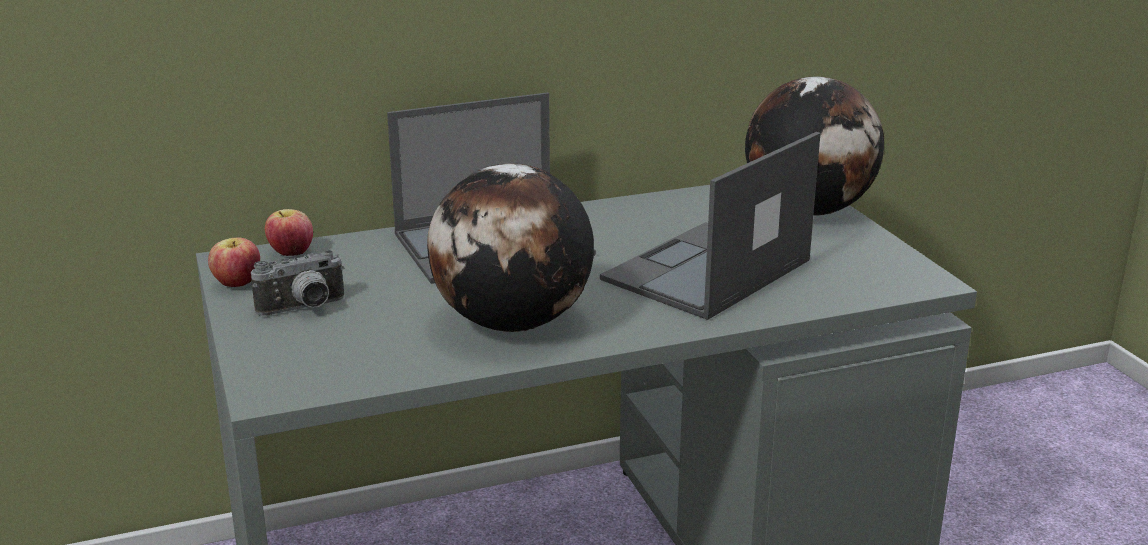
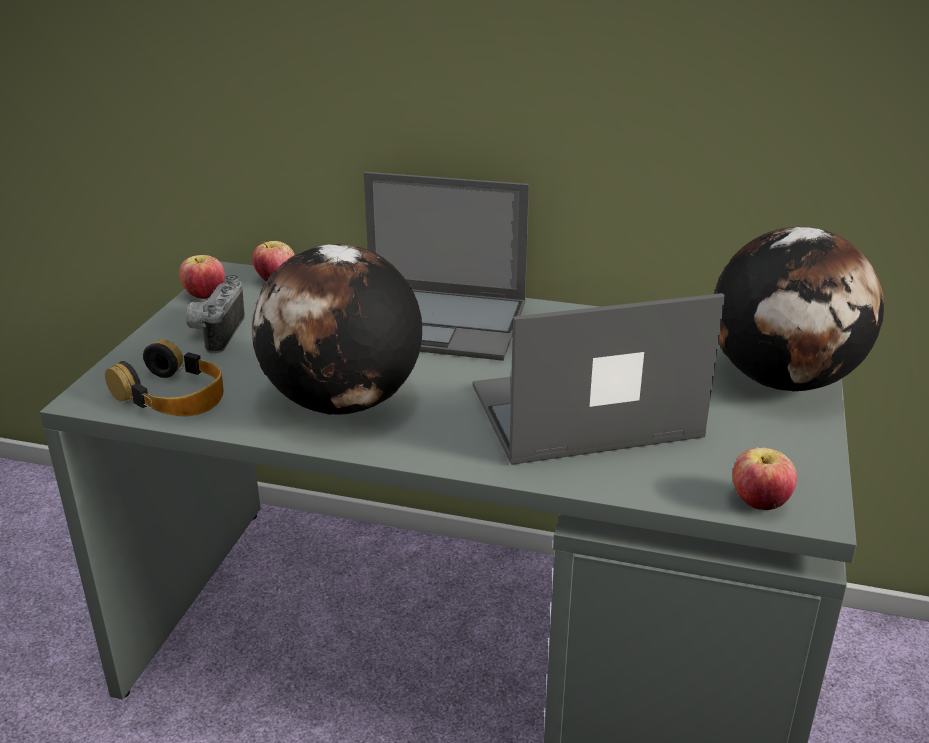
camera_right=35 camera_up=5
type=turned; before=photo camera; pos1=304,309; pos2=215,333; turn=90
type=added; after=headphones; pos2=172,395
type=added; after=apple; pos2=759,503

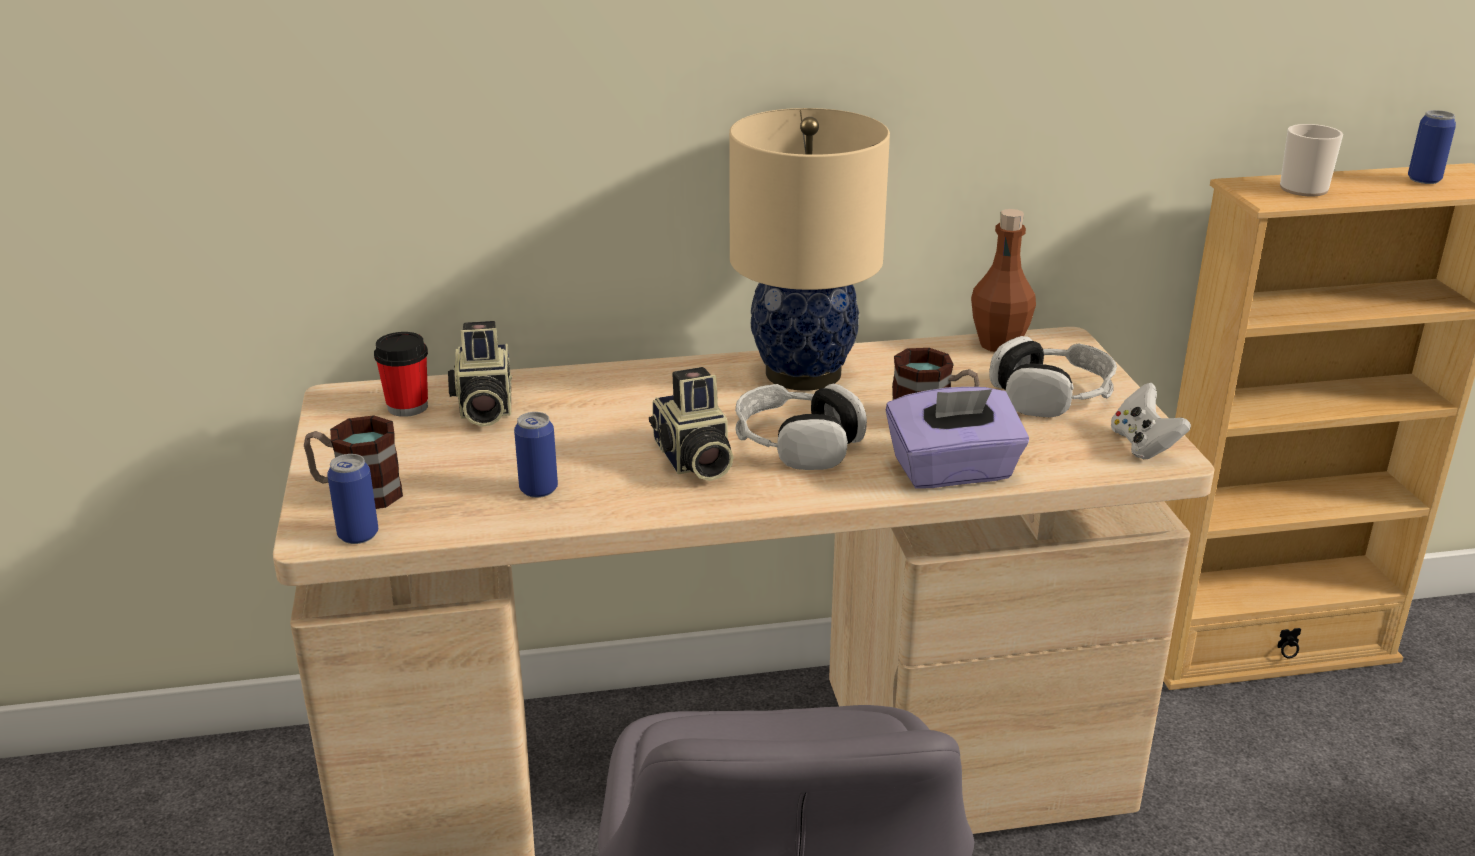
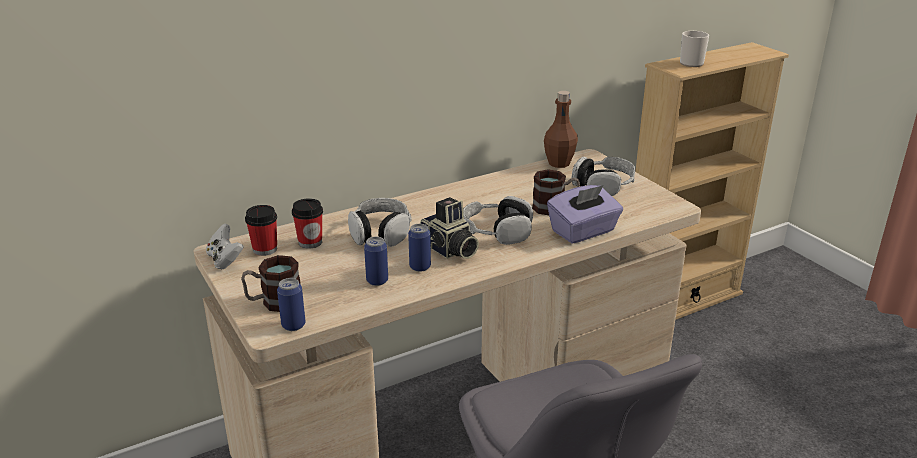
camera_right=-20 camera_up=0
type=replaced; before=photo camera; after=cup; pos1=483,408; pos2=310,242
type=removed; before=beige table lamp; pos1=803,373
type=moved; before=white game controller; pos1=1143,445; pos2=225,260
type=moved; before=can; pos1=1424,180; pos2=420,267
type=added; after=headphones; pos2=380,233

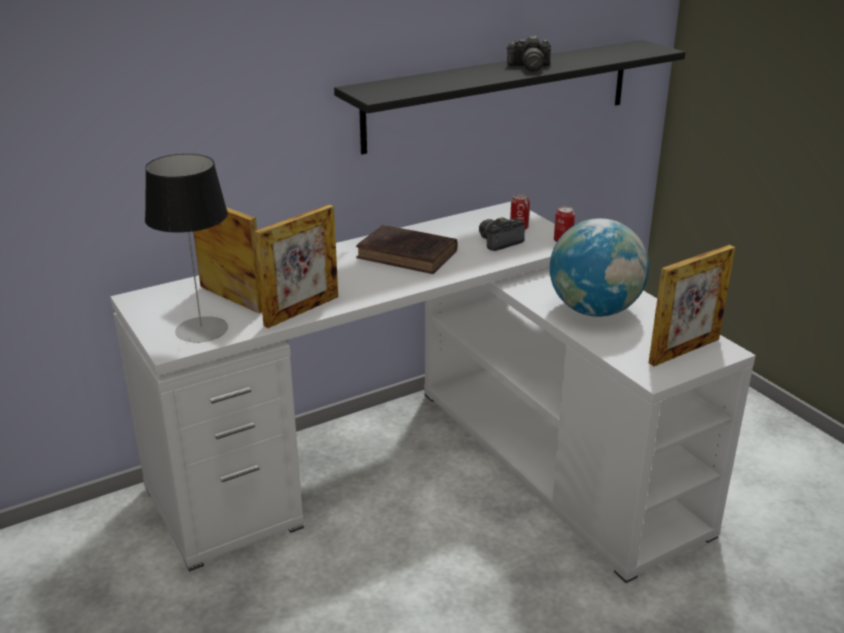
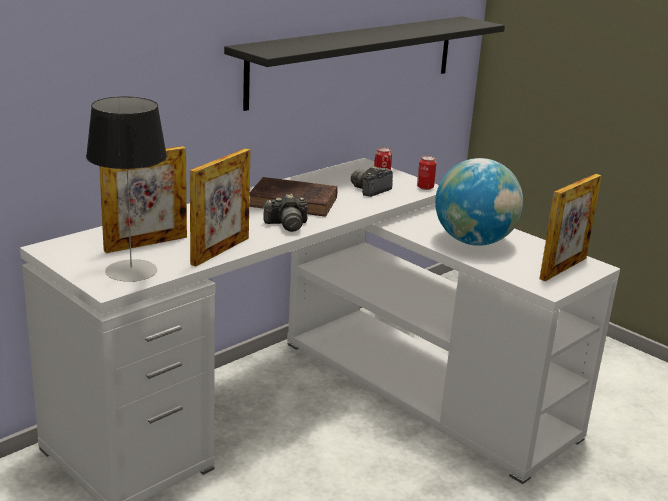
camera_right=-15 camera_up=-5
type=turned; before=picture frame; pos1=231,298; pos2=146,243; turn=120
type=moved; before=photo camera; pos1=529,67; pos2=287,225

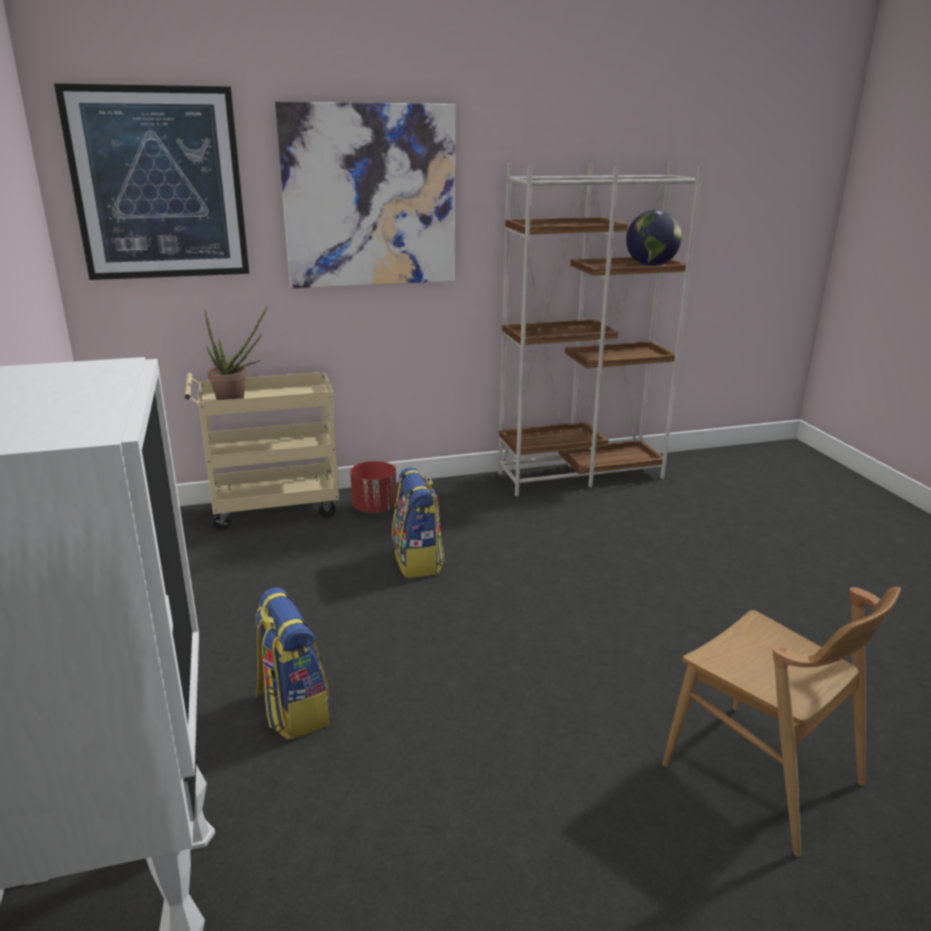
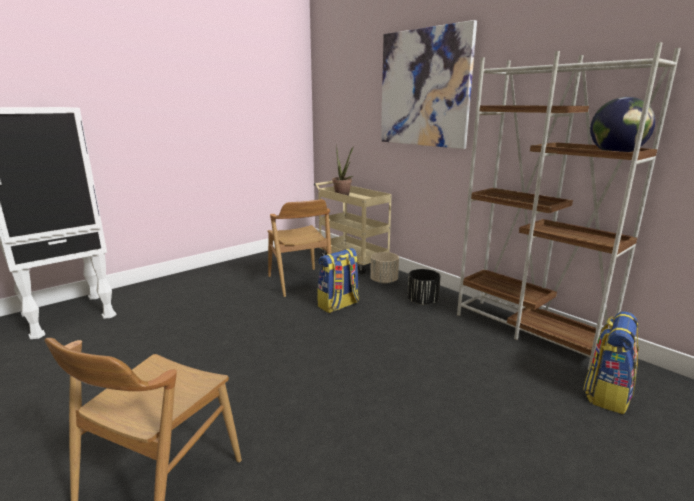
camera_right=65 camera_up=-5
type=removed; before=picture; pos1=158,184
type=moved; before=backpack; pos1=292,709; pos2=607,393
type=recoloured; before=red planter; after=beige planter; pos1=375,508; pos2=384,281
type=added; after=brown chair; pos2=299,282
type=added; after=black planter; pos2=422,302

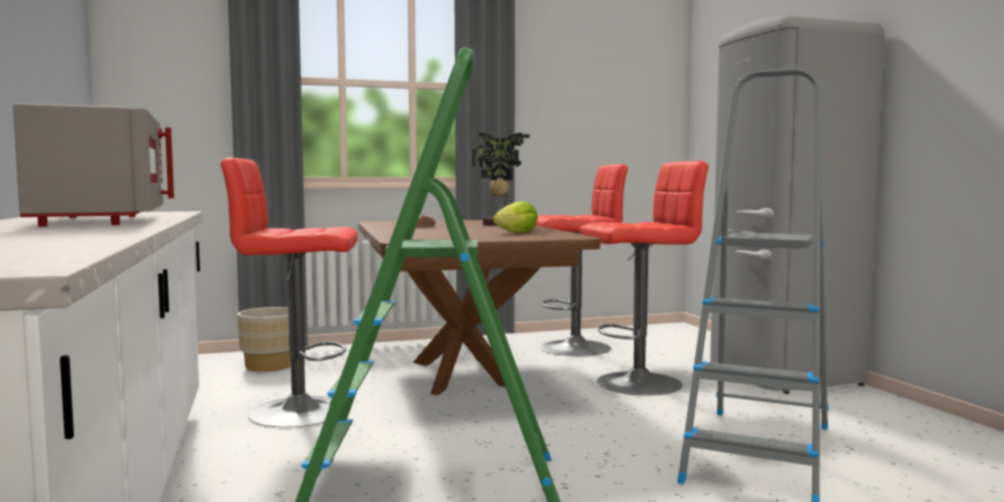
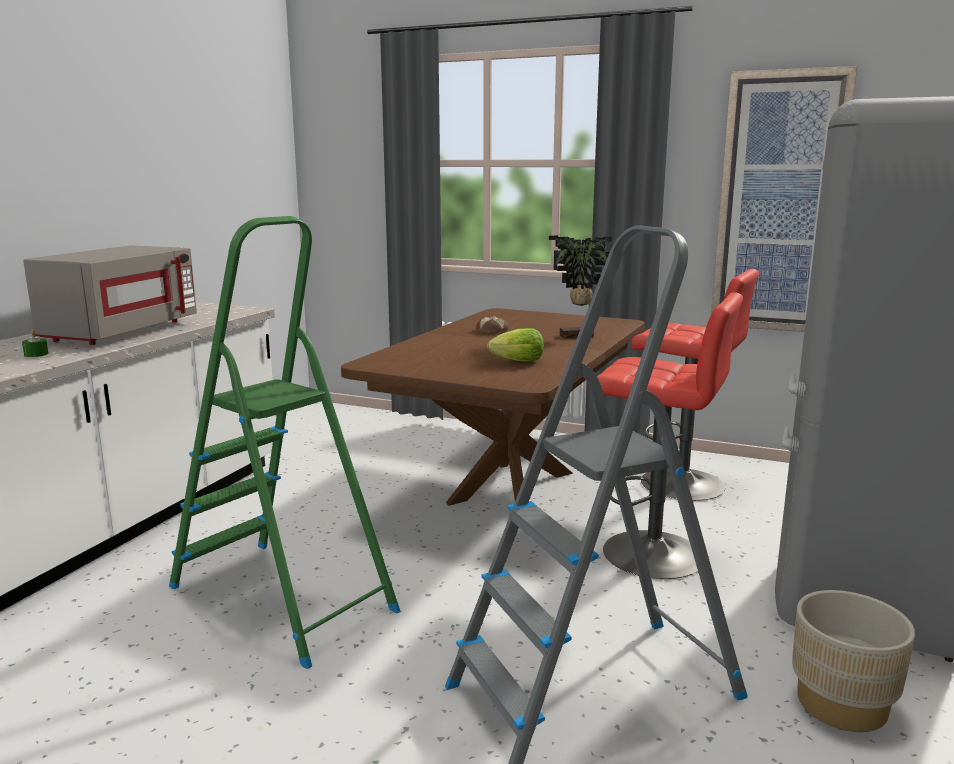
camera_right=40 camera_up=10
type=removed; before=red stool; pos1=298,411
type=moved; before=beige planter; pos1=269,366; pos2=841,704
type=added; after=green candle; pos2=36,354
type=added; after=picture; pos2=778,204

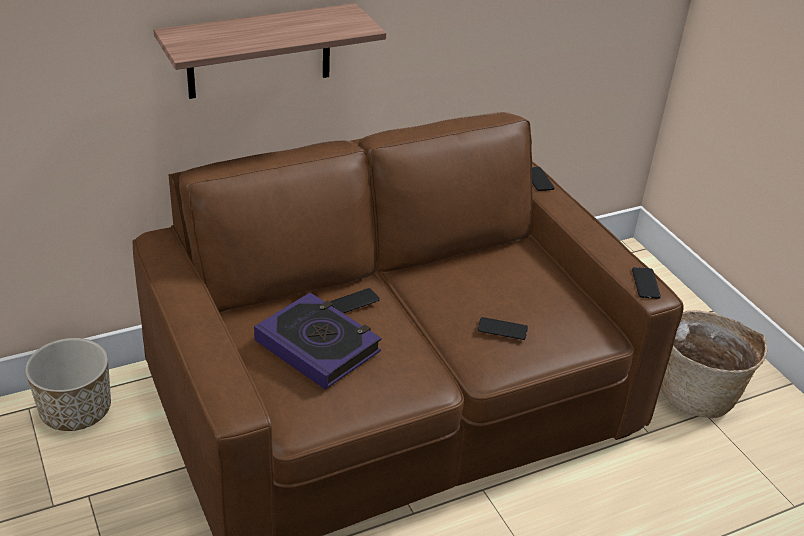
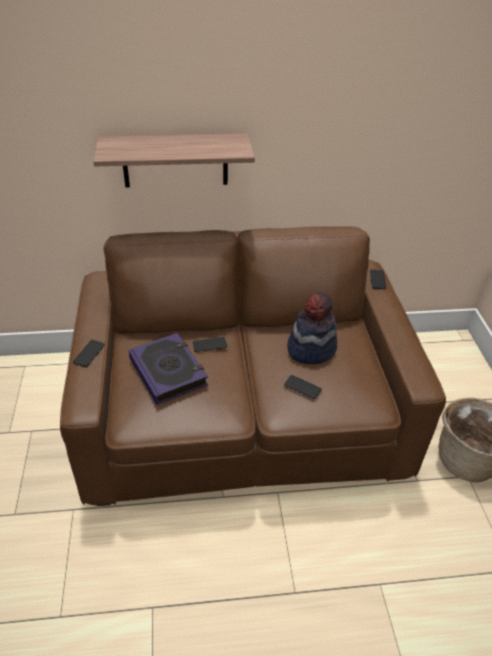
camera_right=20 camera_up=5
type=removed; before=planter; pos1=76,411
type=moved; before=phone; pos1=645,283; pos2=89,353
type=added; after=hat; pos2=311,348

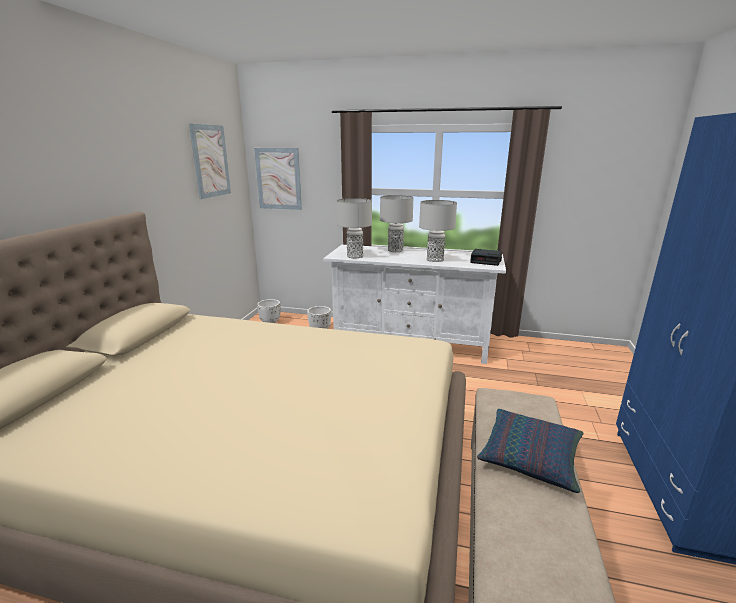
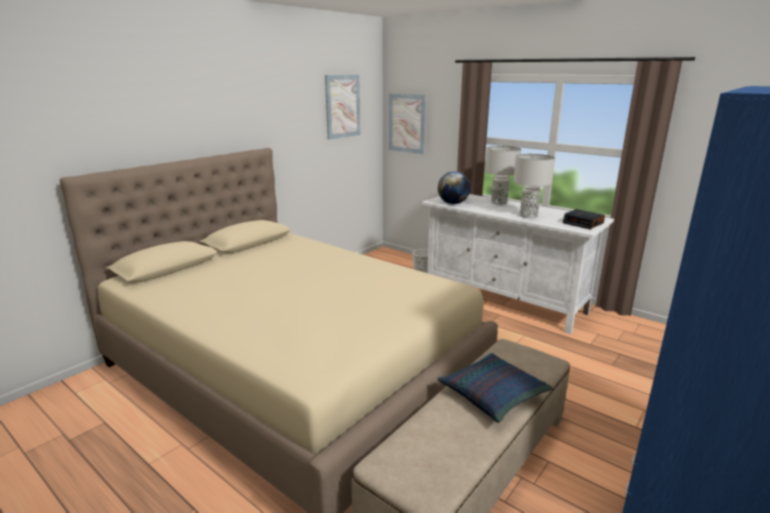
camera_right=25 camera_up=0
type=removed; before=white planter; pos1=270,322
type=replaced; before=white table lamp; after=globe; pos1=355,256; pos2=453,203

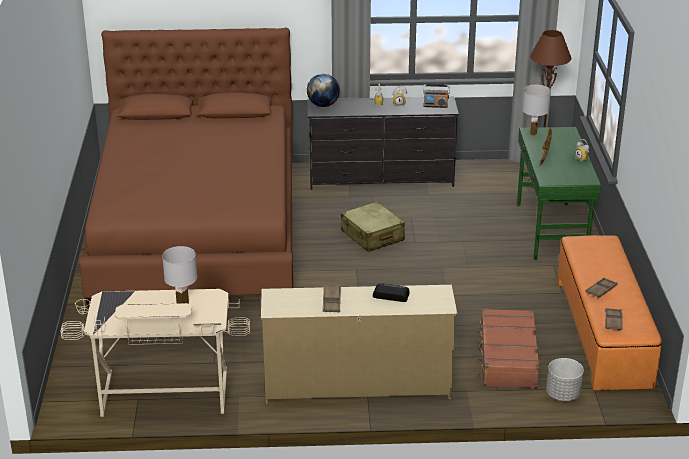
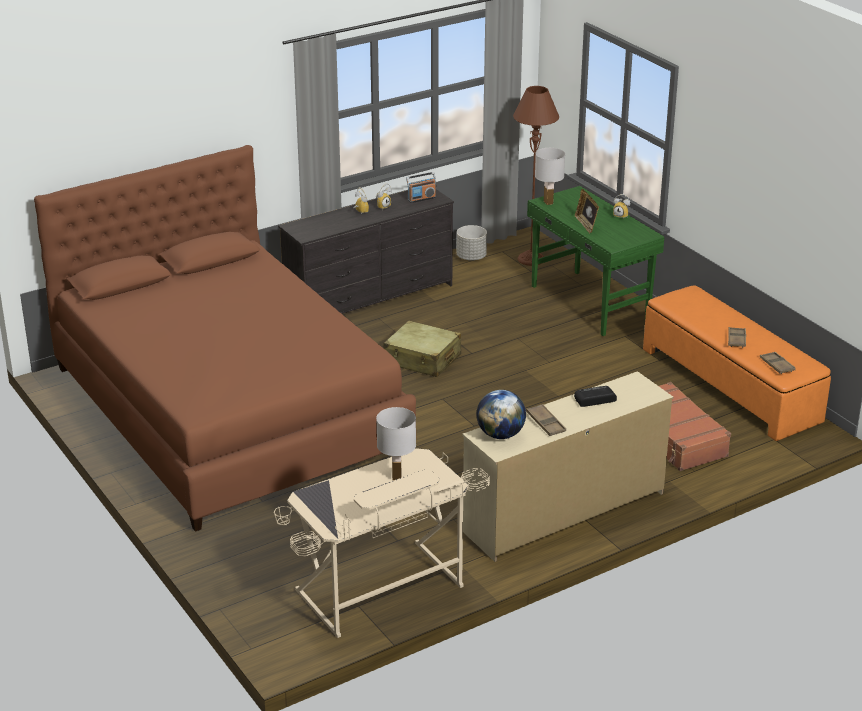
camera_right=-30 camera_up=0
type=moved; before=globe; pos1=323,105; pos2=500,434
type=moved; before=grey planter; pos1=563,394; pos2=471,257

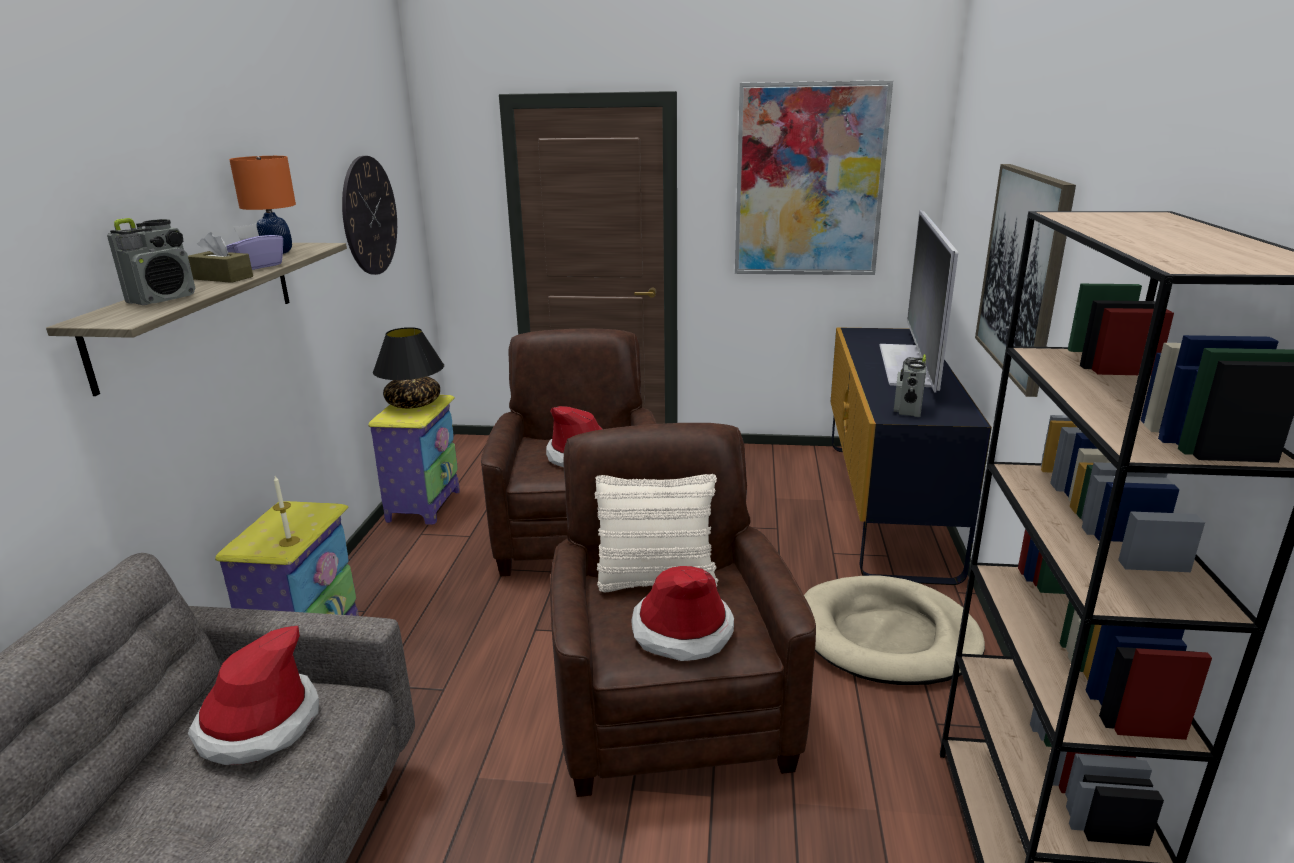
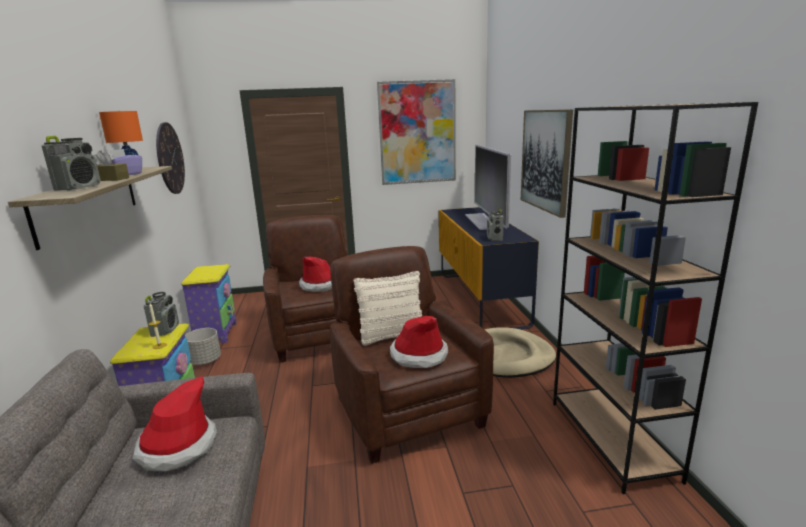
camera_right=-15 camera_up=-5
type=removed; before=black table lamp; pos1=413,403
type=added; after=radio; pos2=165,330
type=added; after=grey planter; pos2=205,360

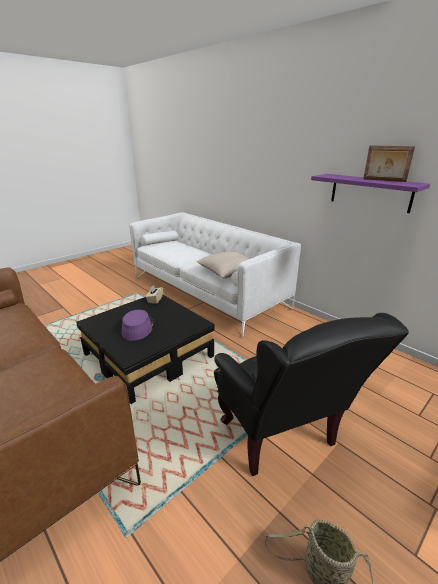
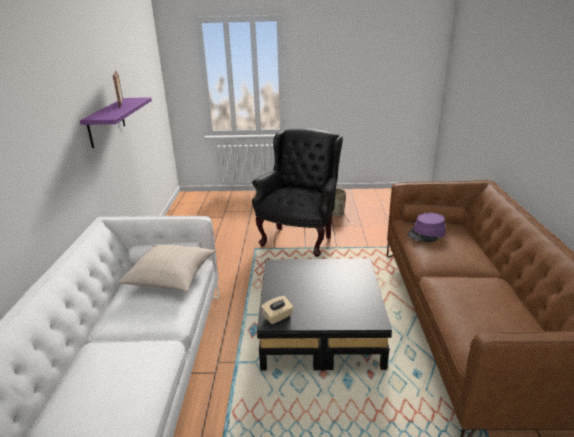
camera_right=-135 camera_up=0
type=moved; before=purple hat; pos1=137,328; pos2=426,233

